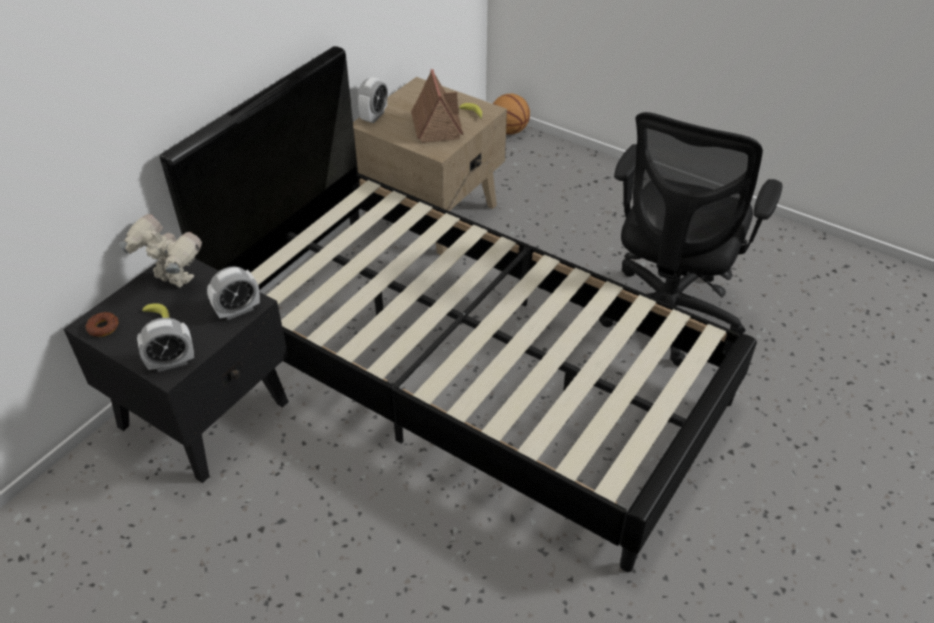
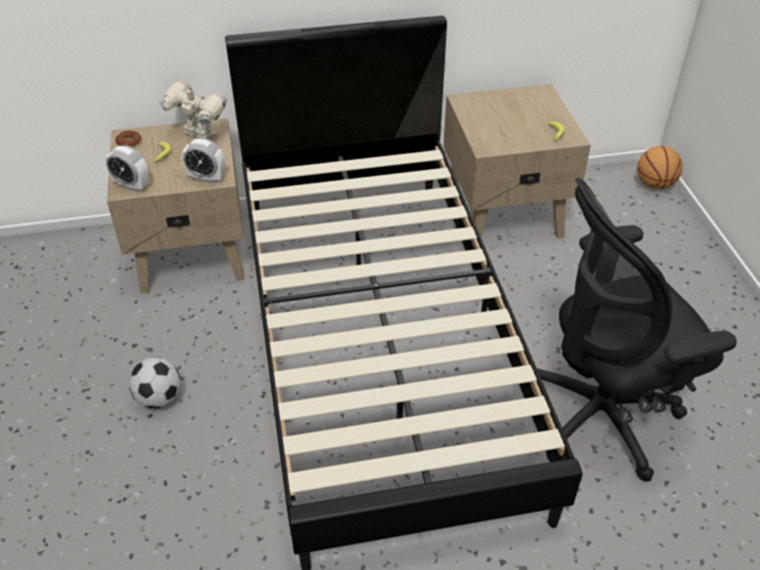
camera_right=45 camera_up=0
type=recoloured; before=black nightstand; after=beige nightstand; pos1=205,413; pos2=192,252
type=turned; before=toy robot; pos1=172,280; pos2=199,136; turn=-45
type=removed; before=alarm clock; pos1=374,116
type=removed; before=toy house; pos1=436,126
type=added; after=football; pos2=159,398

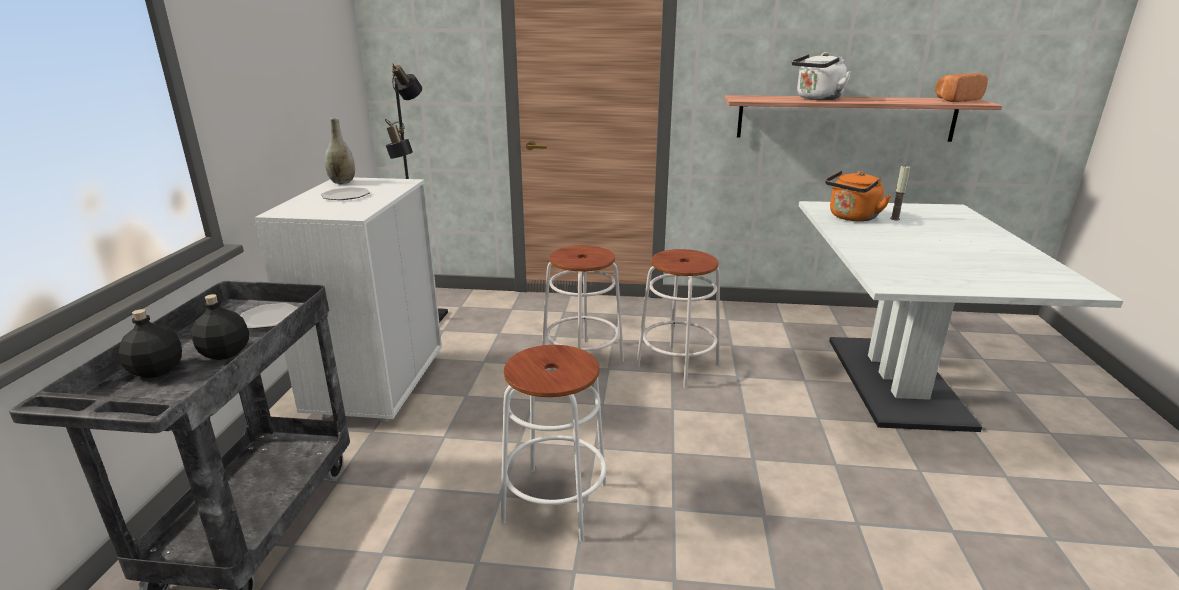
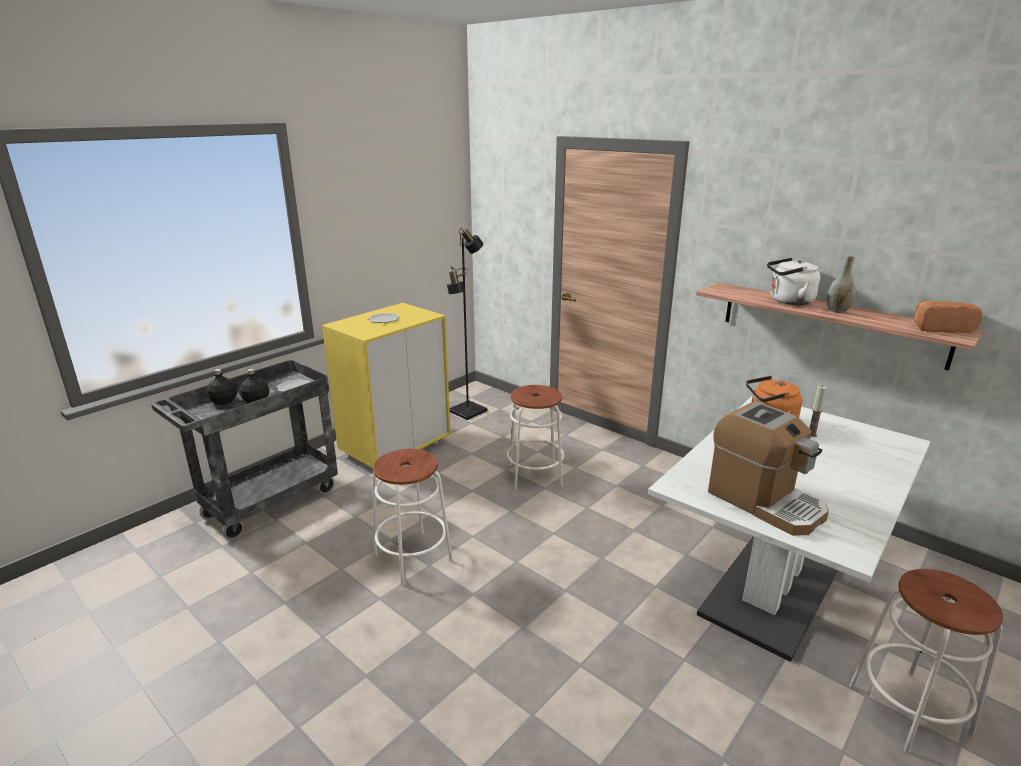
camera_right=35 camera_up=0
type=recoloured; before=white cabinet; after=yellow cabinet; pos1=378,387; pos2=396,448
type=moved; before=grey vase; pos1=342,182; pos2=837,311
type=moved; before=white stool; pos1=677,365; pos2=908,710
type=added; after=coffee machine; pos2=764,502

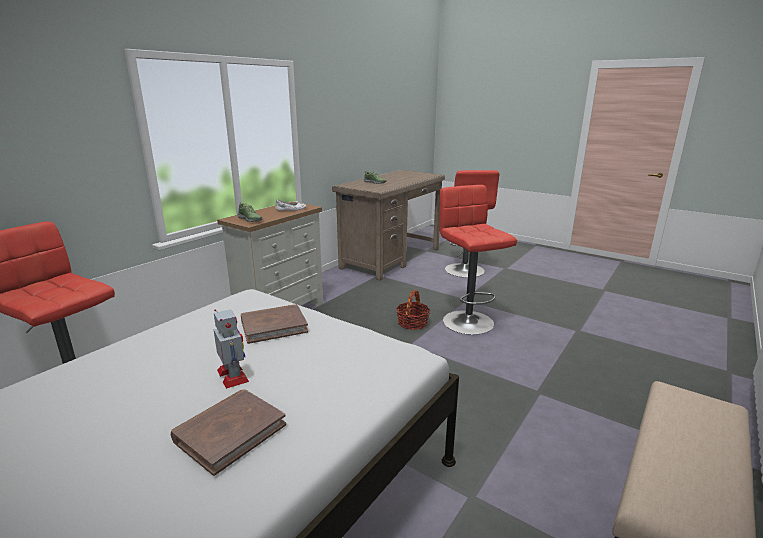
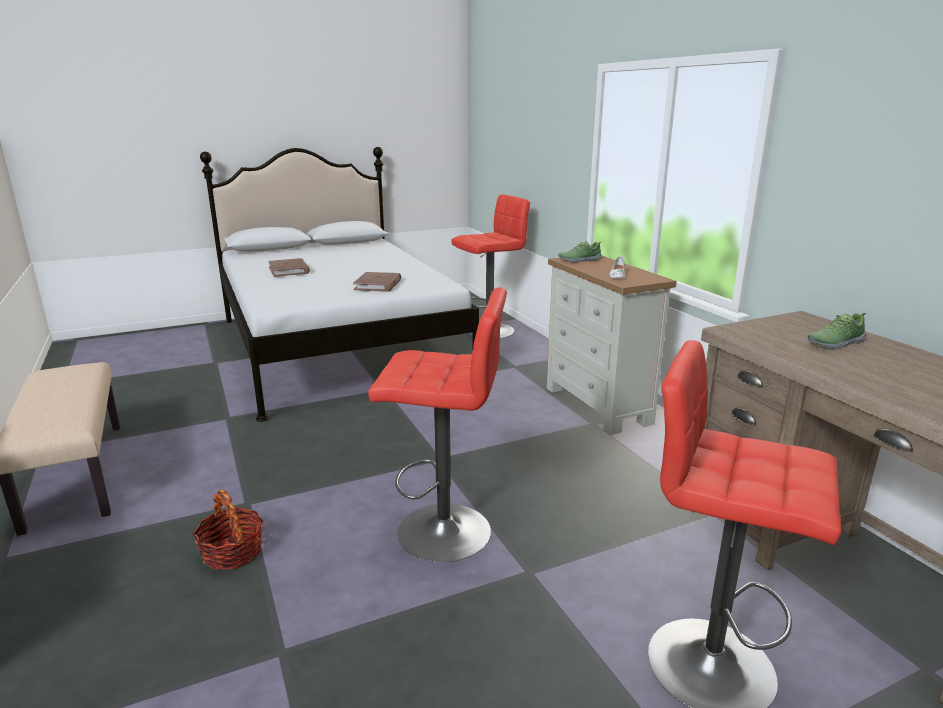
camera_right=120 camera_up=0
type=removed; before=toy robot; pos1=233,376
type=moved; before=basket; pos1=412,323; pos2=232,552

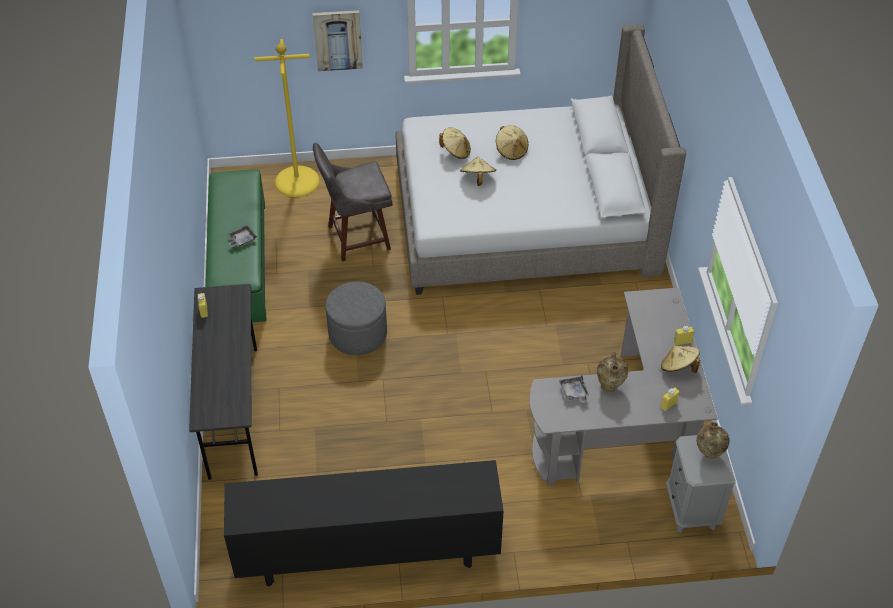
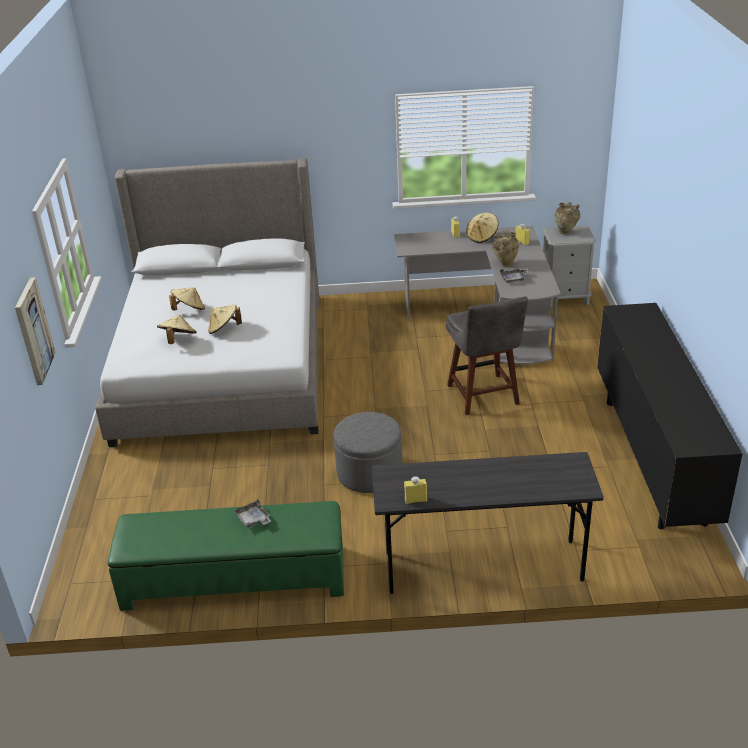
camera_right=-85 camera_up=-15
type=removed; before=yellow clothes rack; pos1=297,181
type=moved; before=grey stool; pos1=356,238; pos2=484,396

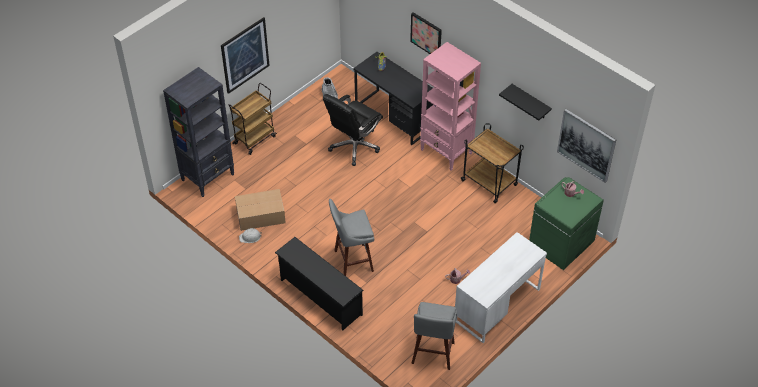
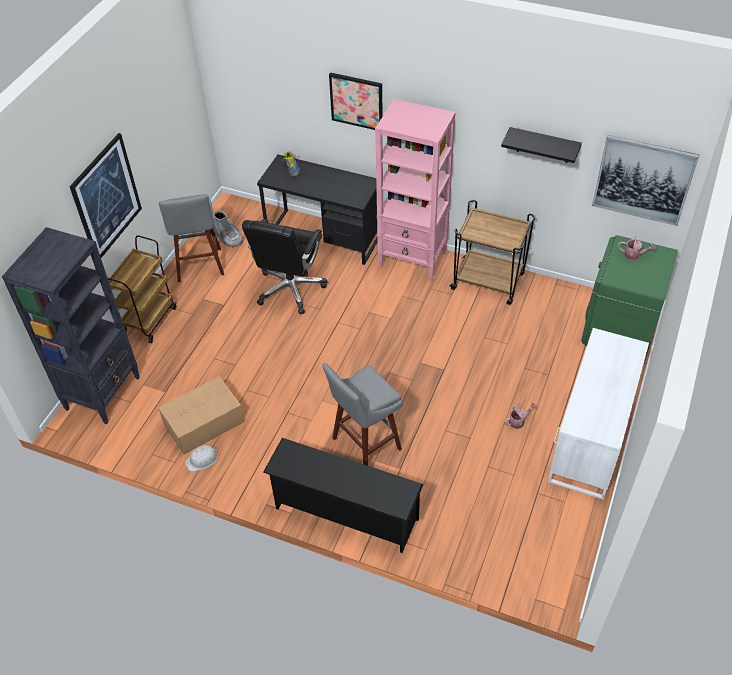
camera_right=-20 camera_up=0
type=moved; before=grey stool; pos1=432,354; pos2=199,267

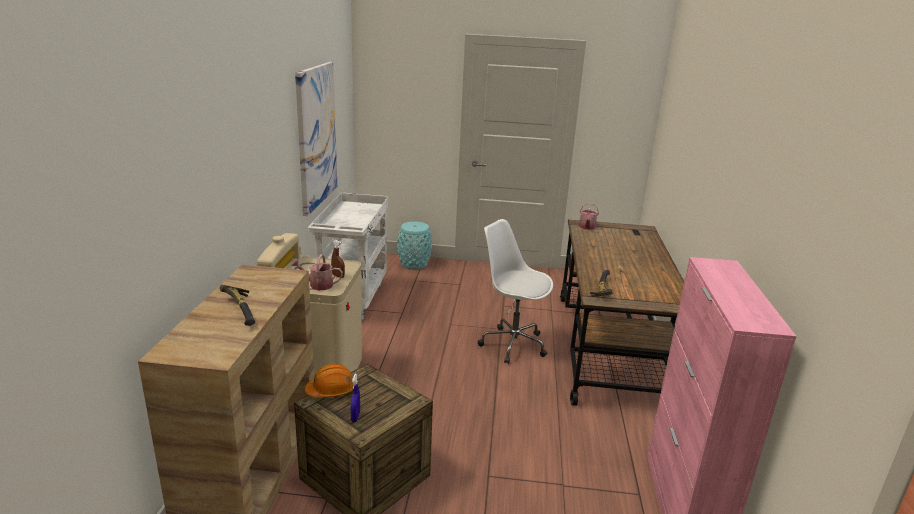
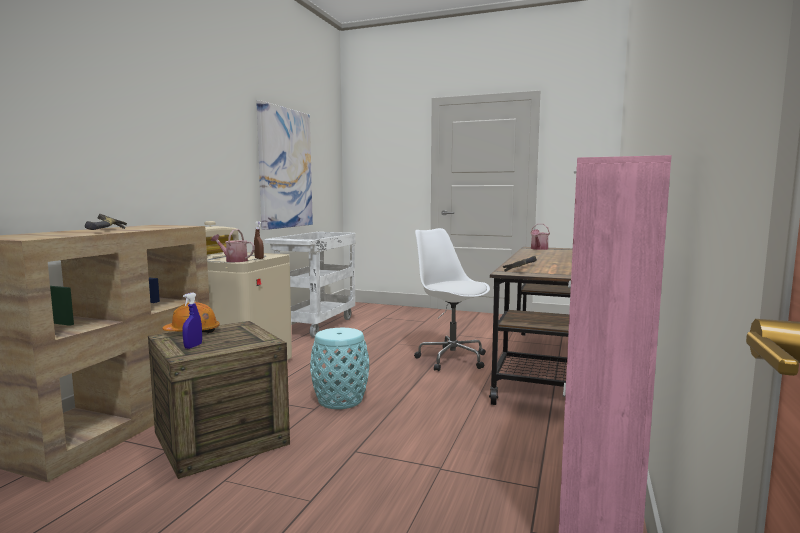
camera_right=15 camera_up=-15
type=moved; before=turquoise stool; pos1=414,264; pos2=340,400

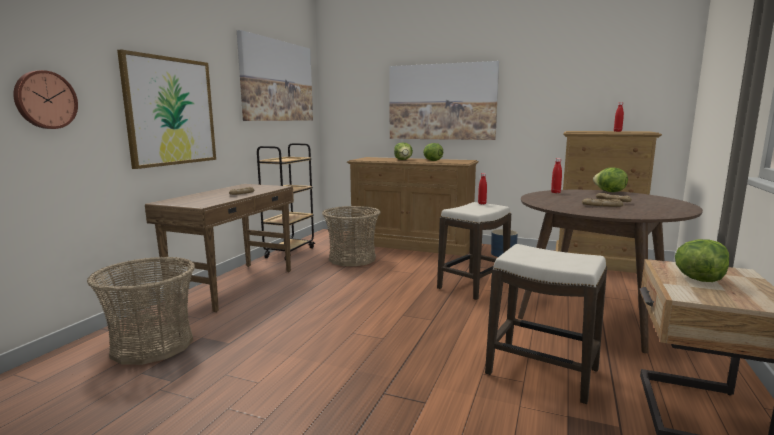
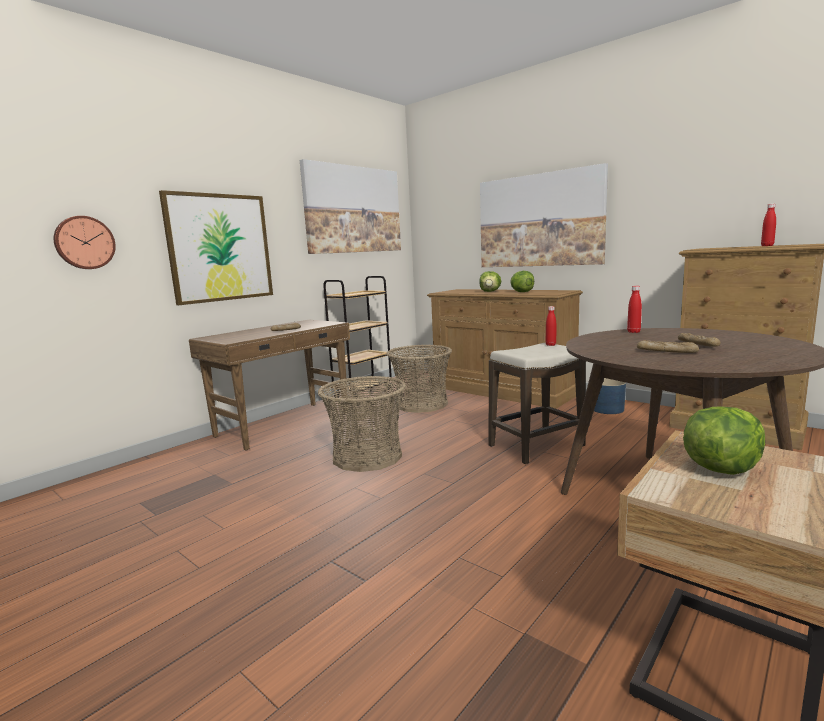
camera_right=20 camera_up=0
type=moved; before=basket; pos1=153,345; pos2=367,456
type=removed; before=stool; pos1=541,372
type=removed; before=lettuce; pos1=609,192

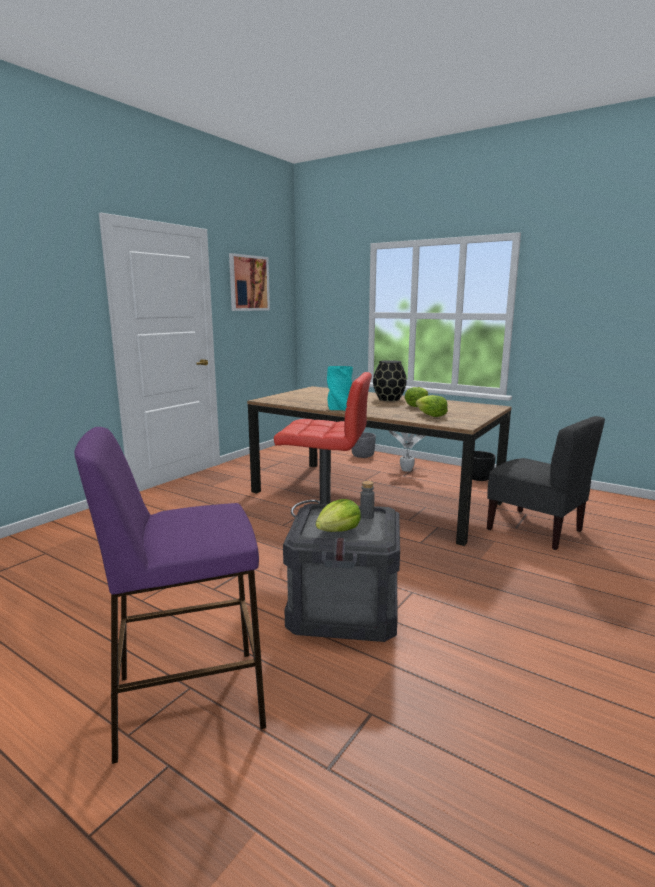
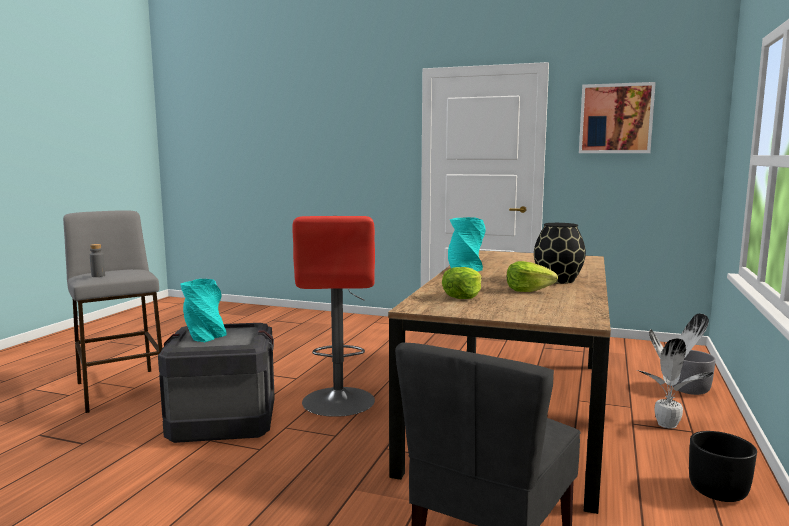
camera_right=75 camera_up=-5
type=recoloured; before=purple stool; after=grey stool; pos1=188,701; pos2=121,389
type=replaced; before=lettuce; after=turquoise vase; pos1=338,531; pos2=205,337
type=moved; before=grey bottle; pos1=367,516; pos2=98,276

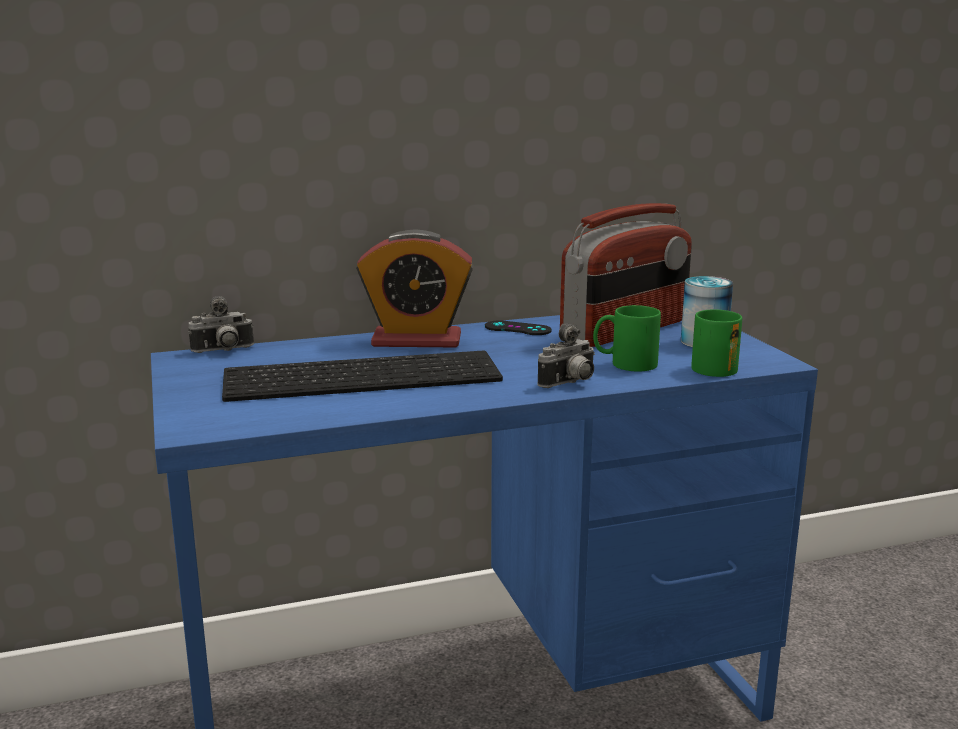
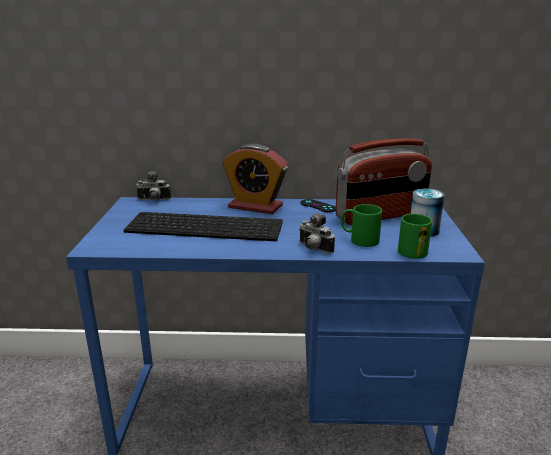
camera_right=20 camera_up=5
type=turned; before=photo camera; pos1=570,383; pos2=313,249; turn=60

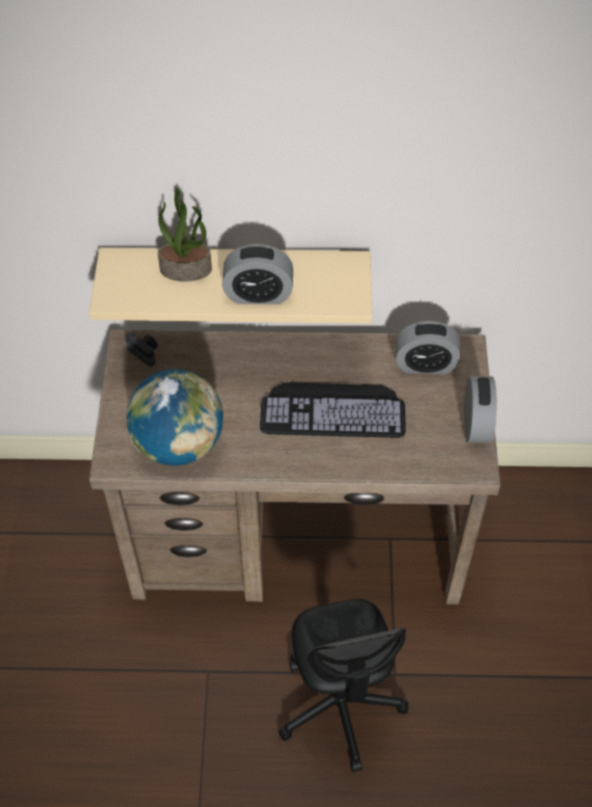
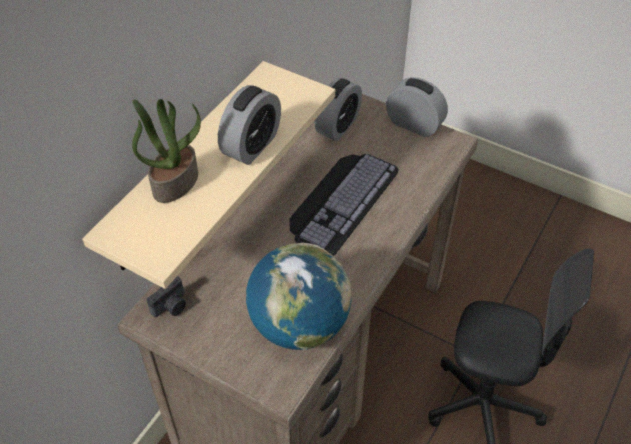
camera_right=-60 camera_up=-5
type=turned; before=photo camera; pos1=145,352; pos2=171,306; turn=150

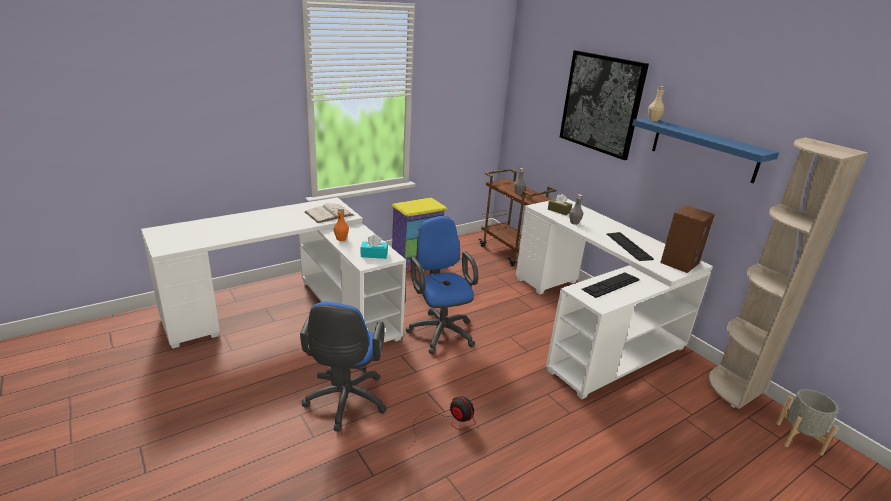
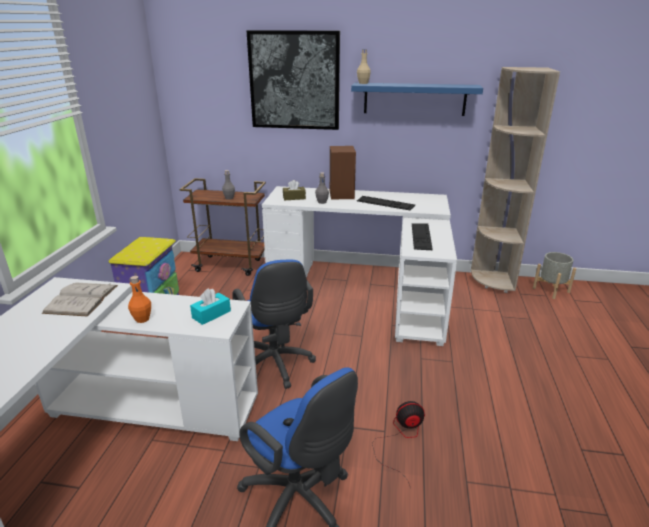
camera_right=-45 camera_up=0
type=turned; before=blue office chair; pos1=440,330; pos2=275,366; turn=-135
type=moved; before=brown speaker; pos1=679,262; pos2=341,194

